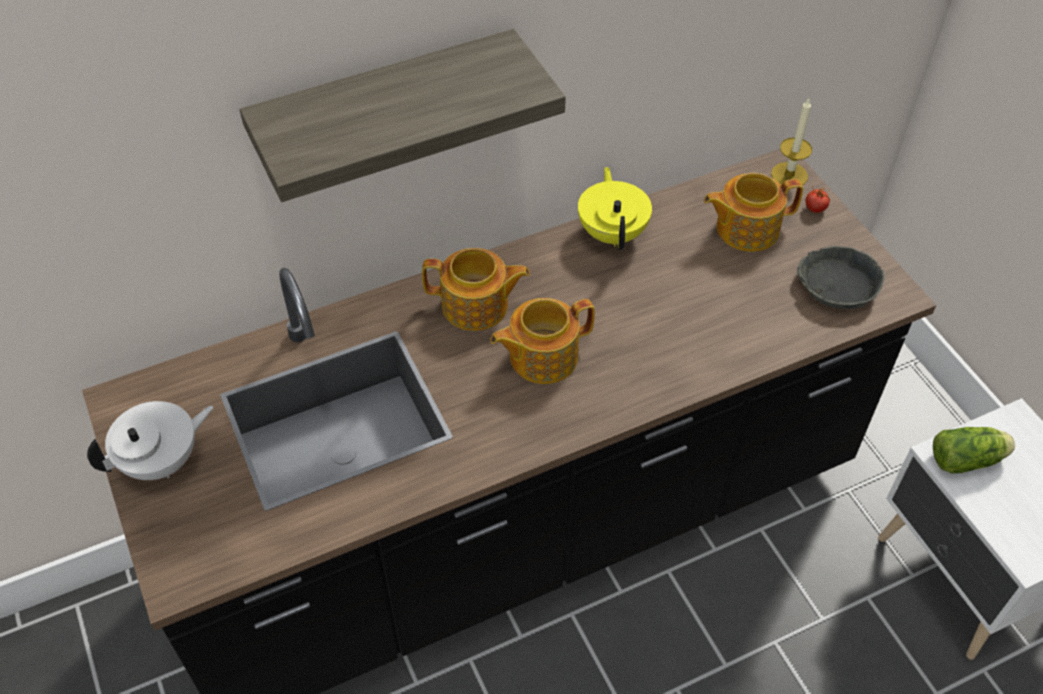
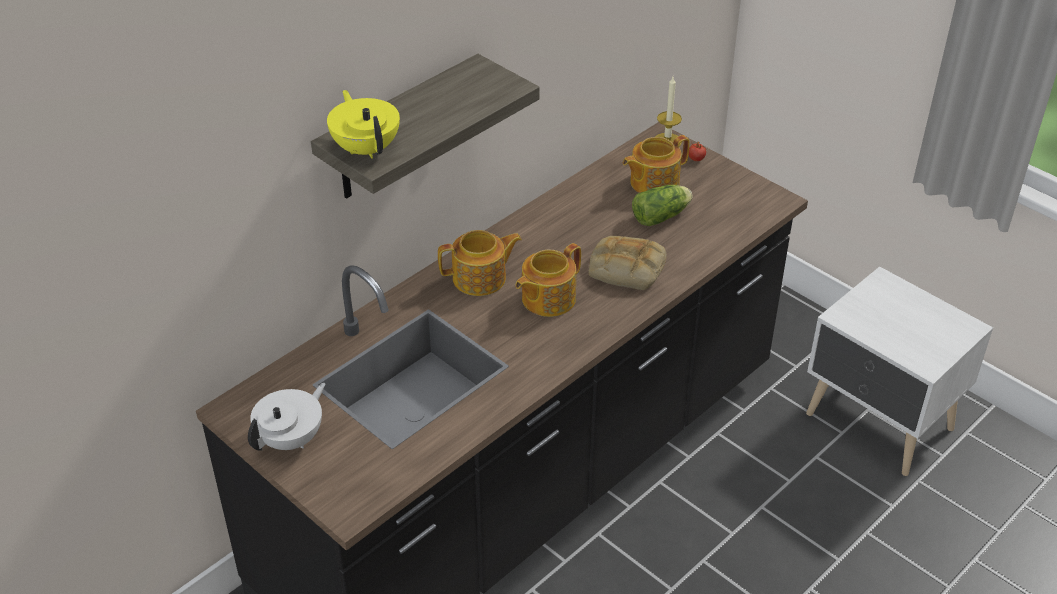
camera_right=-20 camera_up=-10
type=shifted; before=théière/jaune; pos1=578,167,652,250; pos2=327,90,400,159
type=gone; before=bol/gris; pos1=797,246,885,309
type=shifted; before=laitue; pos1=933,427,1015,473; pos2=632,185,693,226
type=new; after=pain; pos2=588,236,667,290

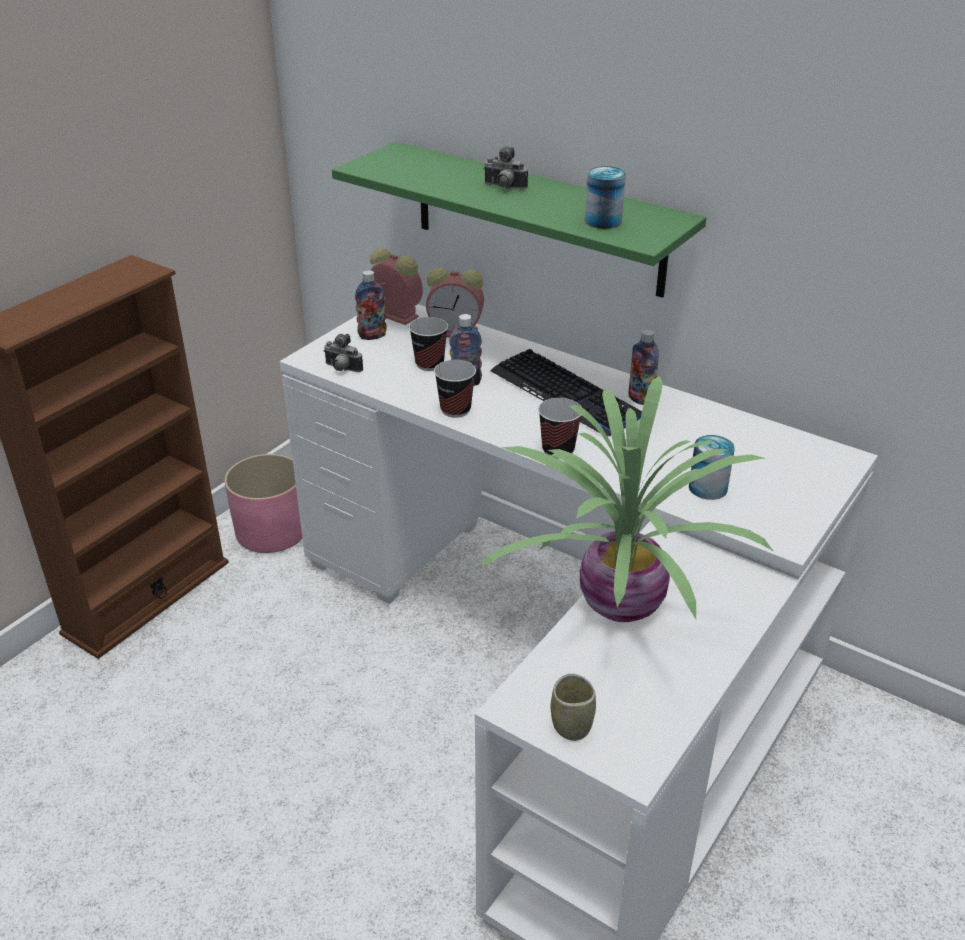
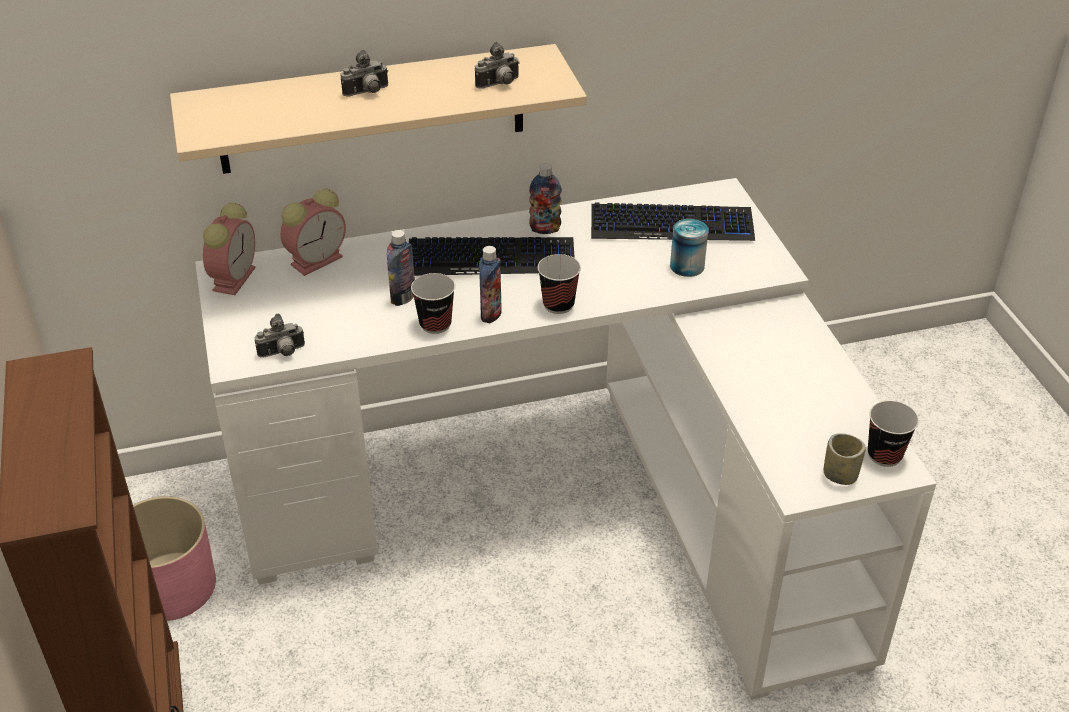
camera_right=-50 camera_up=5
type=repainted; before=étagère/vert; after=étagère/beige; pos1=332,142,706,298; pos2=170,44,587,174
type=shifted; before=bouteille; pos1=355,270,387,340; pos2=479,246,502,323
type=rotated; before=réveil; pos1=370,248,423,325; pos2=203,203,256,295; turn=120
type=shifted; before=tasse; pos1=409,317,448,371; pos2=868,401,919,467
type=gone; before=plante en pot; pos1=478,376,773,622
type=swapped; before=boîte métallique; after=appareil photo; pos1=584,166,626,229; pos2=475,42,520,89
type=new; after=clavier; pos2=591,203,755,241

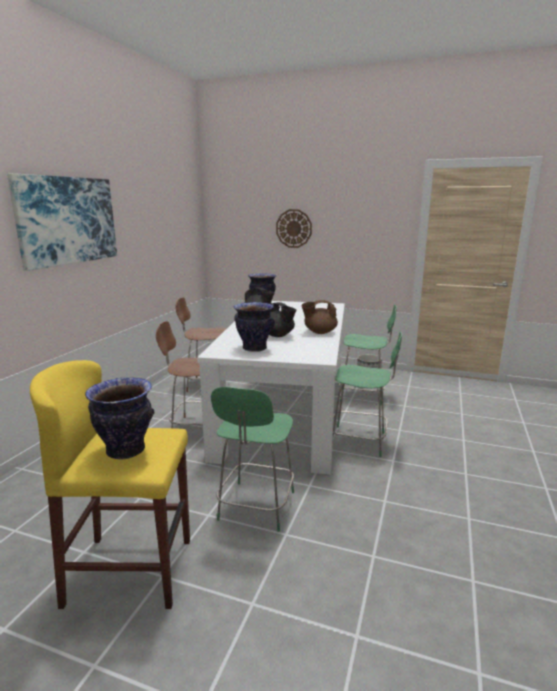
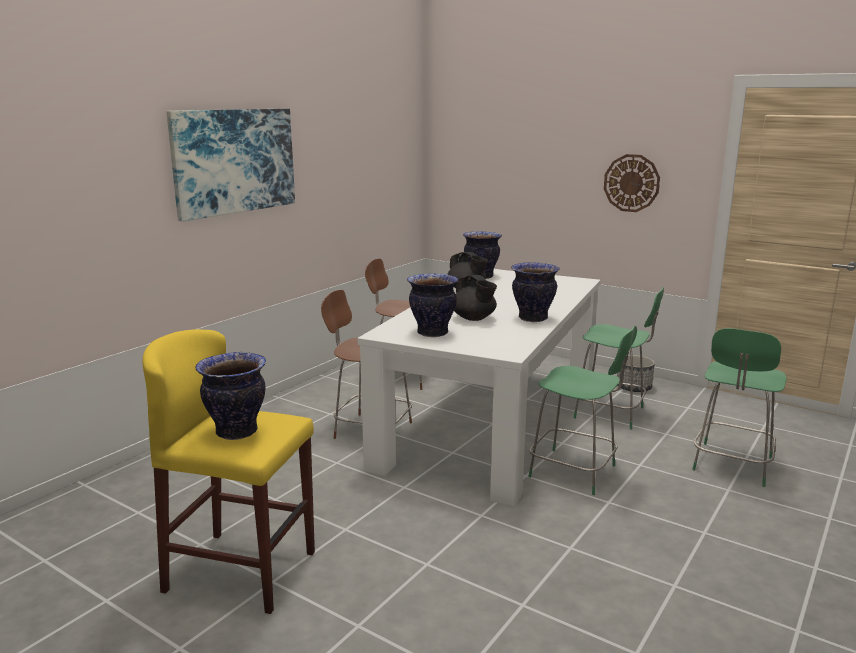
camera_right=15 camera_up=0
type=shifted; before=chaise/vert; pos1=211,387,294,532; pos2=692,328,787,487
type=shifted; before=horloge murale; pos1=276,209,312,248; pos2=604,154,660,212
type=swapped; before=théière/marron; after=vase; pos1=301,300,338,334; pos2=511,262,560,322

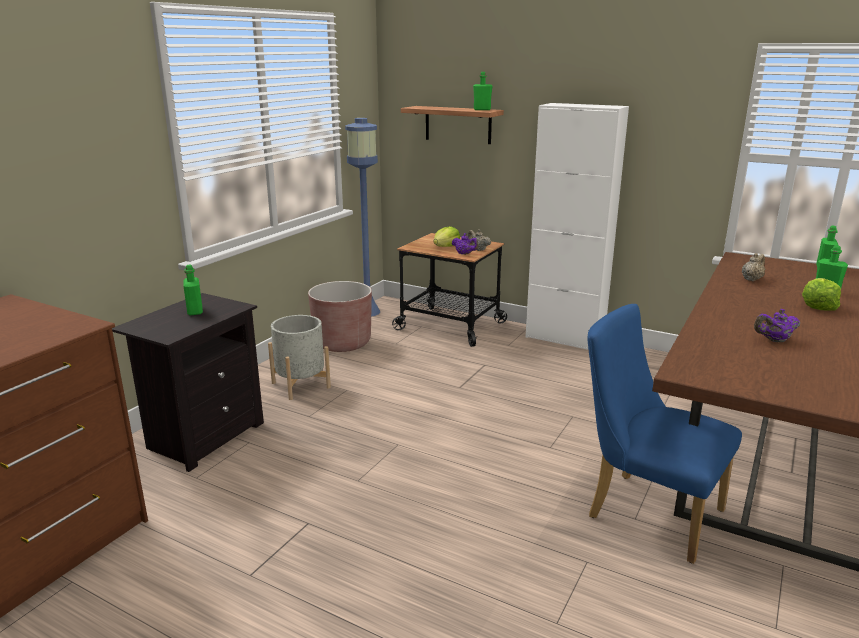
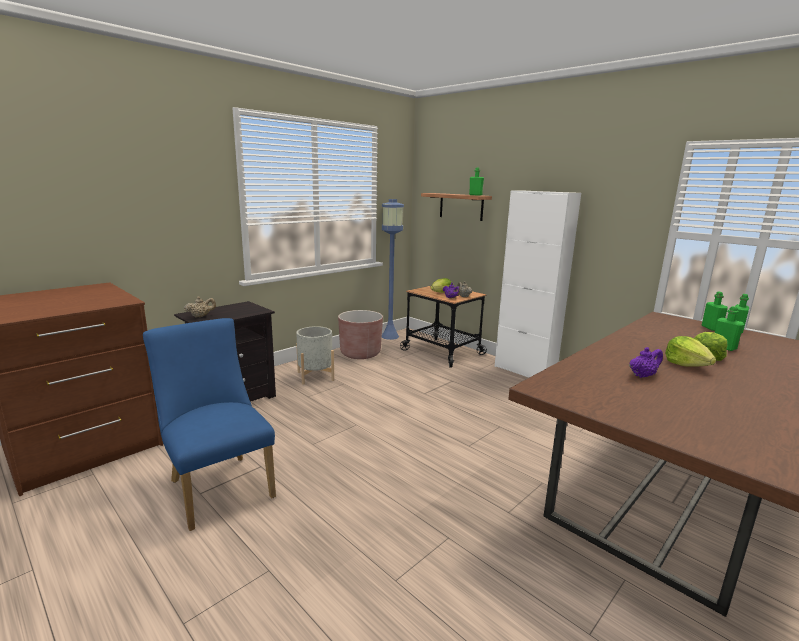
camera_right=15 camera_up=-5
type=shifted; before=bouteille/vert; pos1=183,265,203,315; pos2=702,292,728,331
type=shifted; before=chaise/bleu; pos1=588,304,742,564; pos2=143,318,276,531
type=shifted; before=théière/beige; pos1=742,253,765,281; pos2=184,296,216,317
type=rotated; before=théière/violet; pos1=754,309,800,342; pos2=629,347,663,378; turn=150
type=new; after=laitue; pos2=665,336,716,367

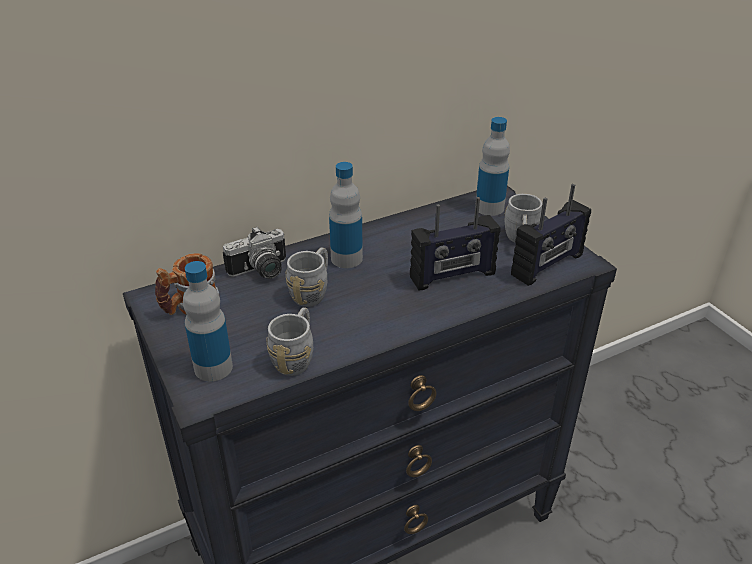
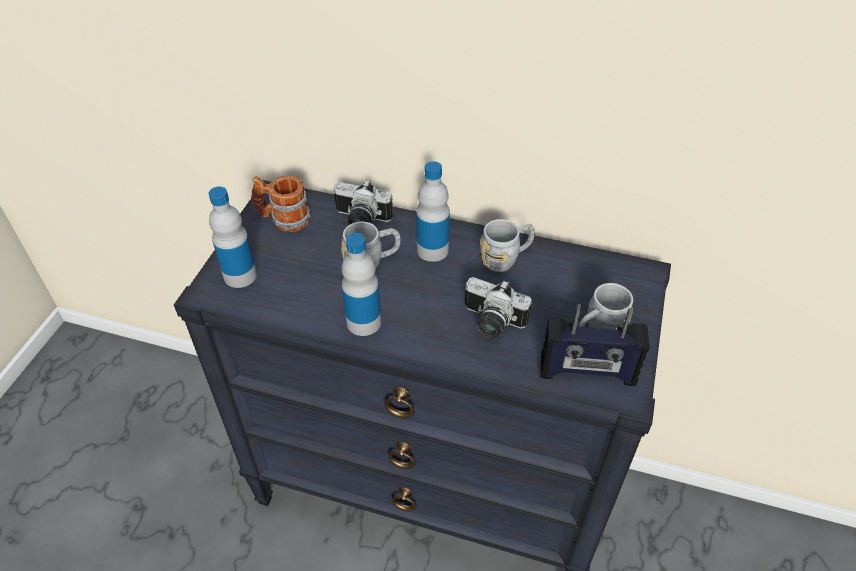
camera_right=45 camera_up=10
type=shifted; before=mug/gris; pos1=266,307,313,376; pos2=480,219,535,272
type=swapped; before=radio; after=appareil photo; pos1=410,197,501,290; pos2=465,277,532,338
type=shifted; before=bouteille; pos1=475,117,510,216; pos2=341,233,381,336

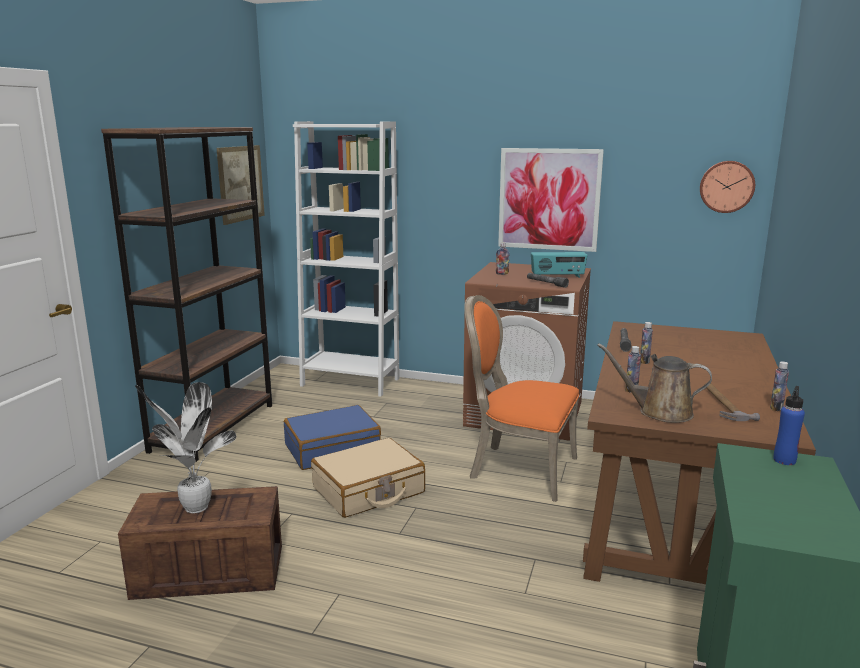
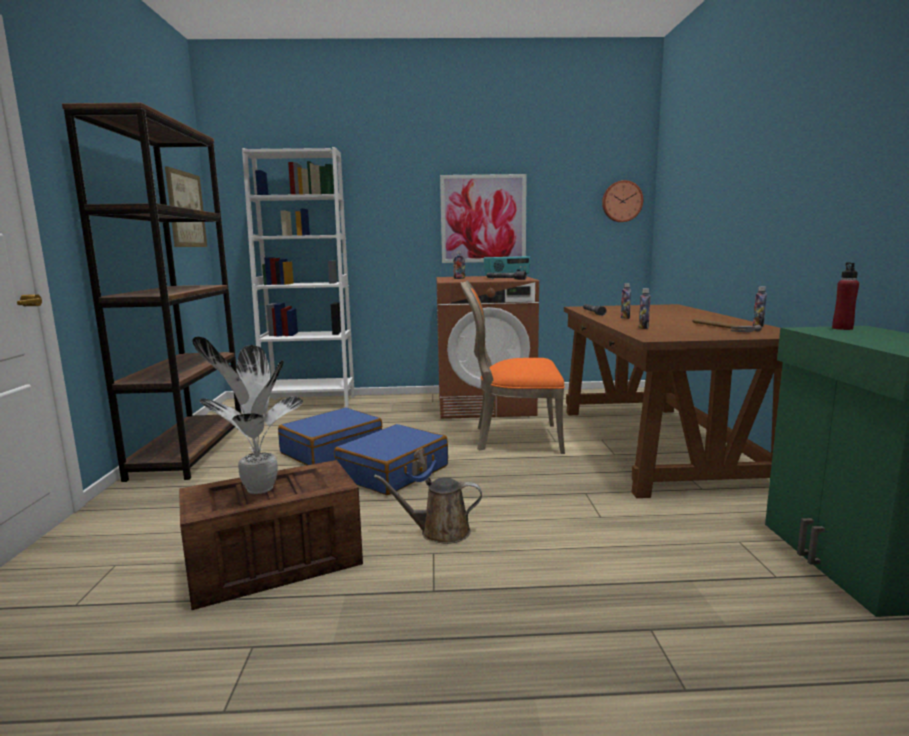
camera_right=-20 camera_up=-5
type=repainted; before=valise/beige; after=valise/bleu; pos1=311,438,425,518; pos2=334,424,448,495
type=shifted; before=arrosoir/marron; pos1=597,343,712,423; pos2=374,475,482,544
type=repainted; before=bouteille/bleu; after=bouteille/rouge; pos1=773,386,805,465; pos2=832,262,859,330

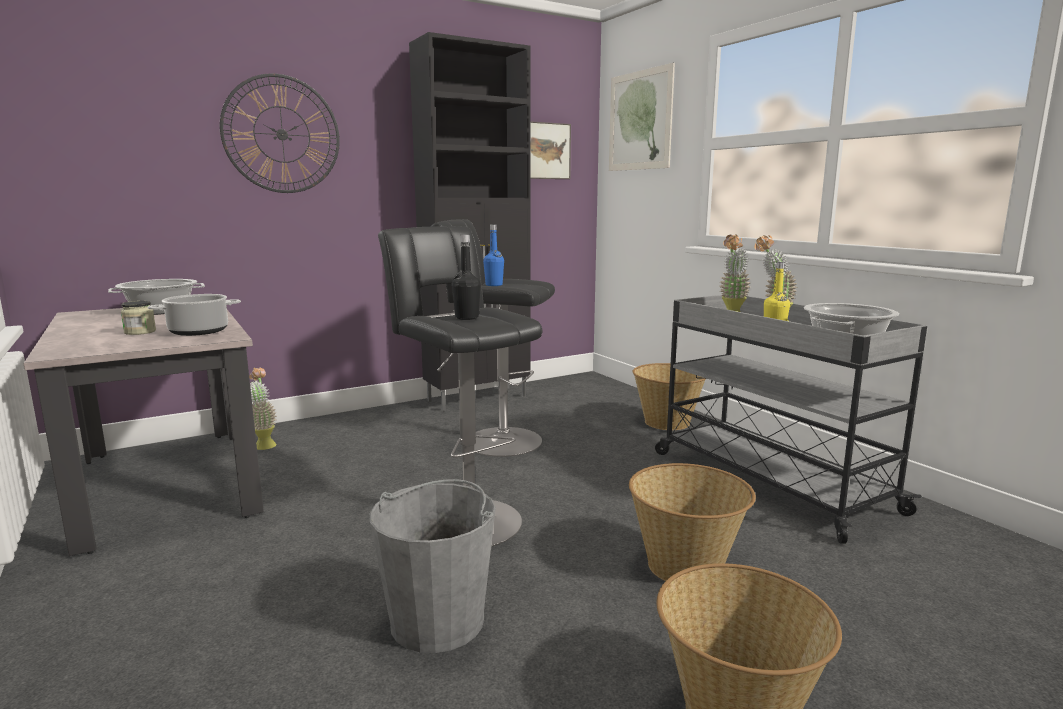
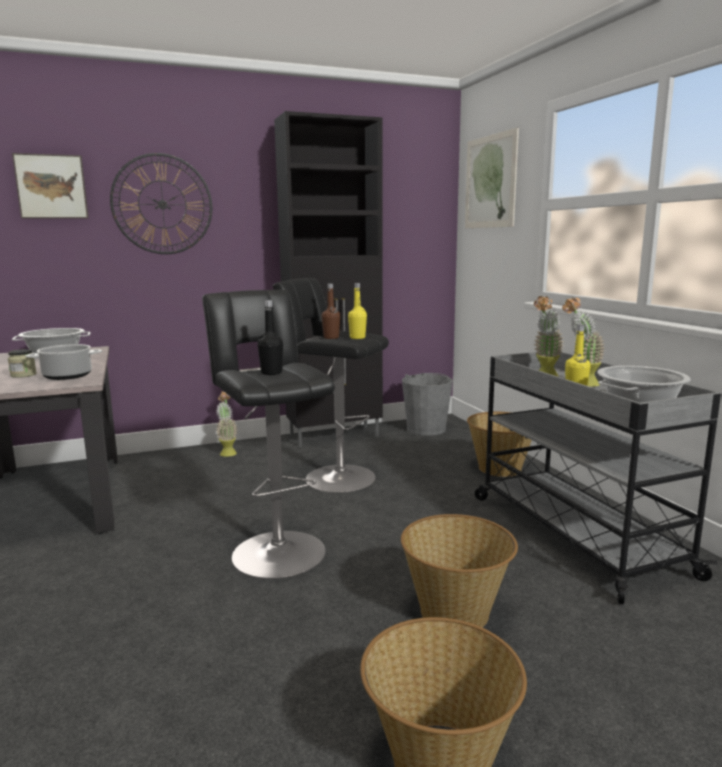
camera_right=10 camera_up=0
type=shifted; before=plante en pot; pos1=249,368,277,450; pos2=216,392,238,457
type=shifted; before=seau/gris; pos1=370,479,496,653; pos2=402,373,453,436
type=repainted; before=bouteille/bleu; after=bouteille/marron; pos1=483,224,504,286; pos2=322,283,340,339
type=shifted; before=tableau; pos1=530,121,571,179; pos2=12,153,89,219
type=new; after=bouteille/jaune; pos2=348,283,367,339

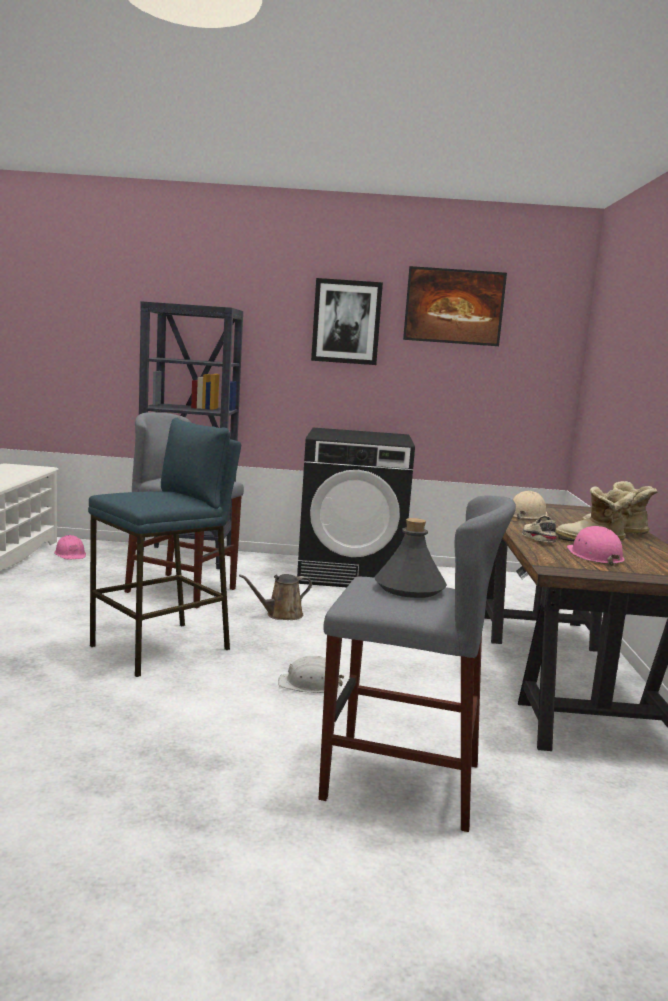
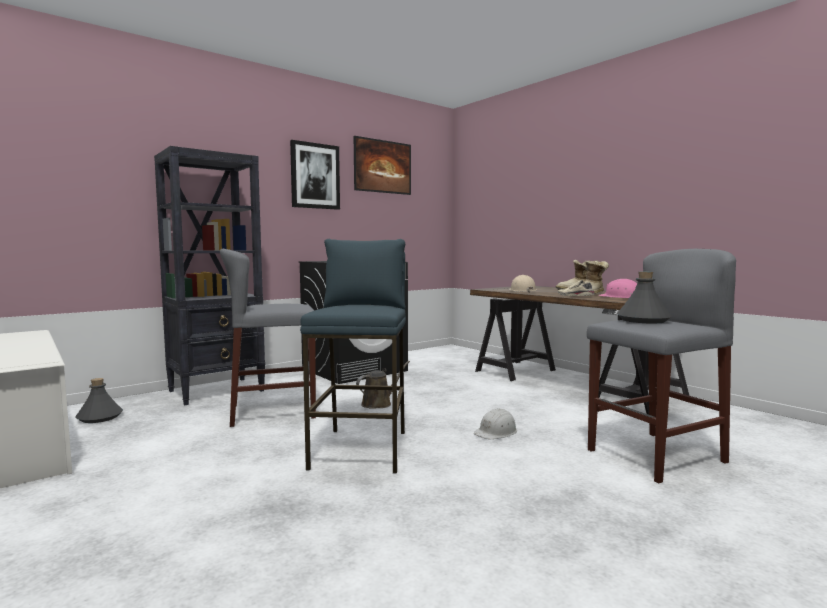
camera_right=-40 camera_up=-5
type=swapped; before=casque de chantier/rose; after=bouteille/gris; pos1=54,535,86,560; pos2=76,378,123,423
type=rotated; before=arrosoir/marron; pos1=239,574,312,620; pos2=356,361,410,409; turn=-150

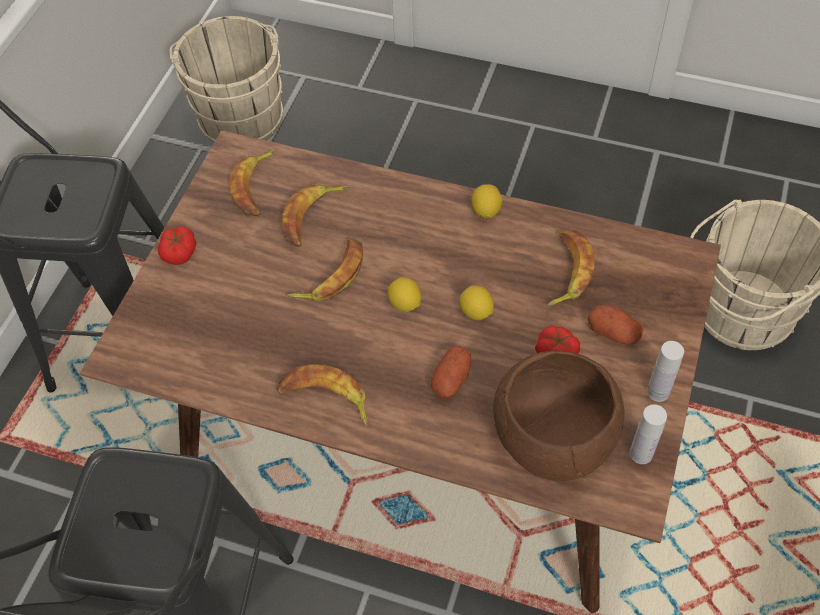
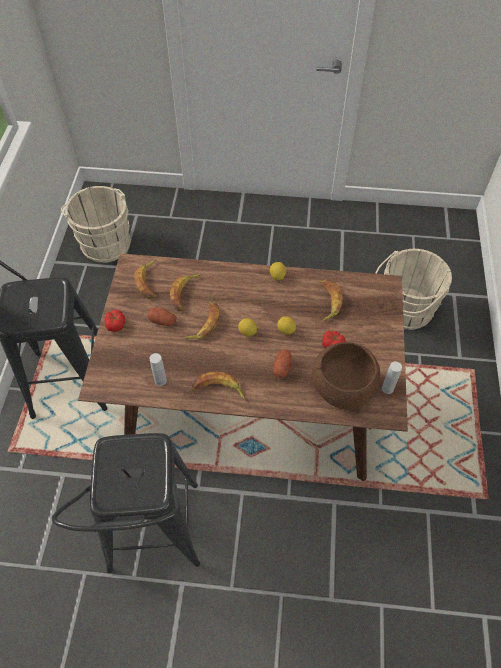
camera_right=-15 camera_up=0
type=shifted; before=pomme de terre; pos1=588,305,643,345; pos2=147,308,176,326
type=shifted; before=bouteille/blanc; pos1=647,341,684,402; pos2=150,353,167,386

